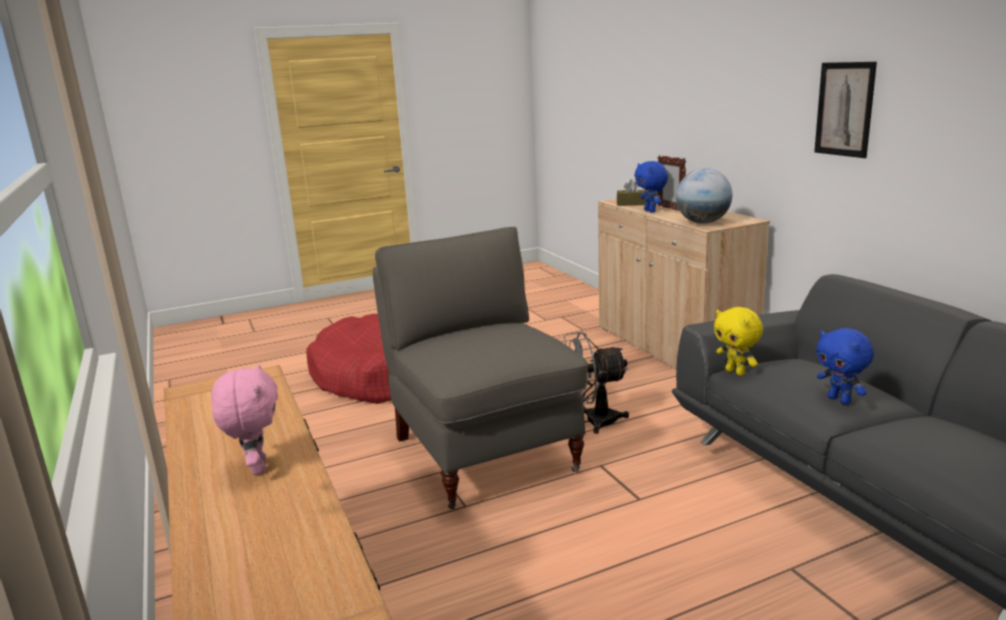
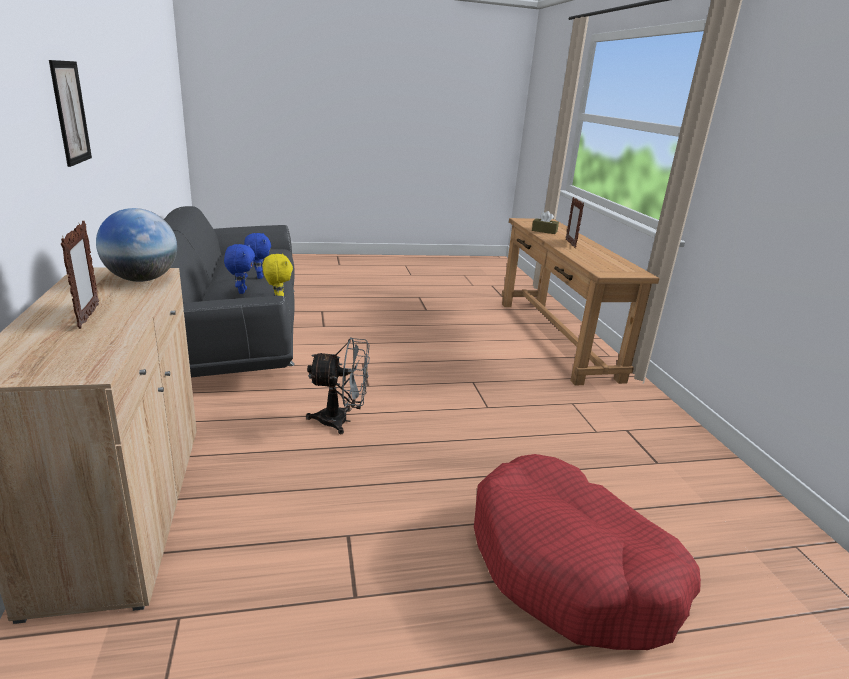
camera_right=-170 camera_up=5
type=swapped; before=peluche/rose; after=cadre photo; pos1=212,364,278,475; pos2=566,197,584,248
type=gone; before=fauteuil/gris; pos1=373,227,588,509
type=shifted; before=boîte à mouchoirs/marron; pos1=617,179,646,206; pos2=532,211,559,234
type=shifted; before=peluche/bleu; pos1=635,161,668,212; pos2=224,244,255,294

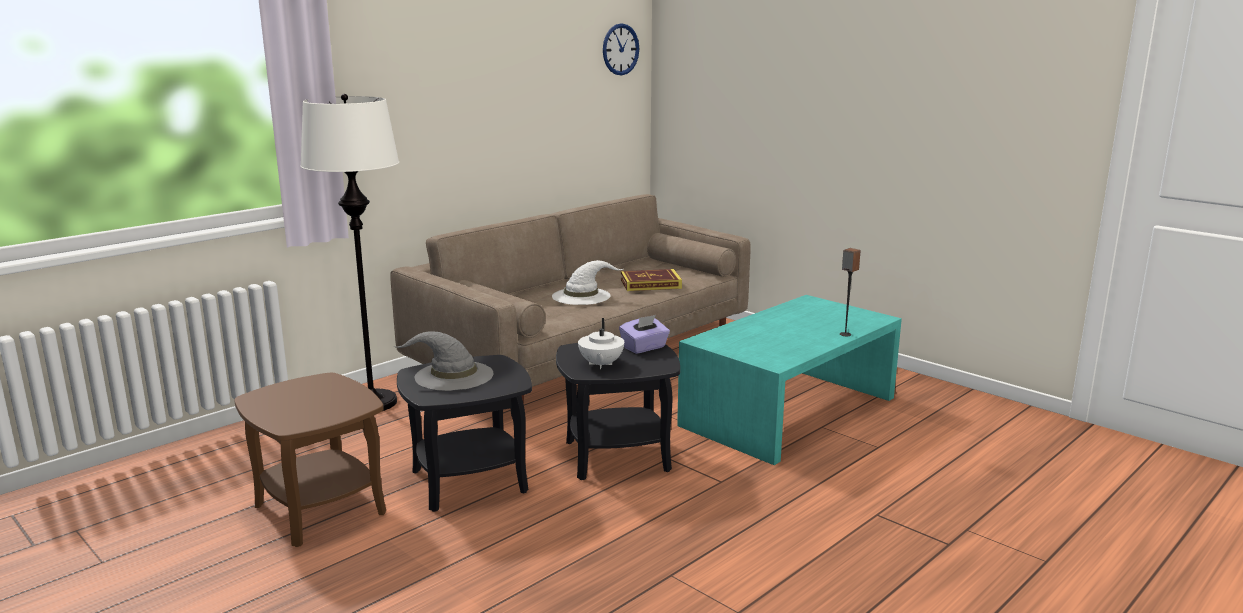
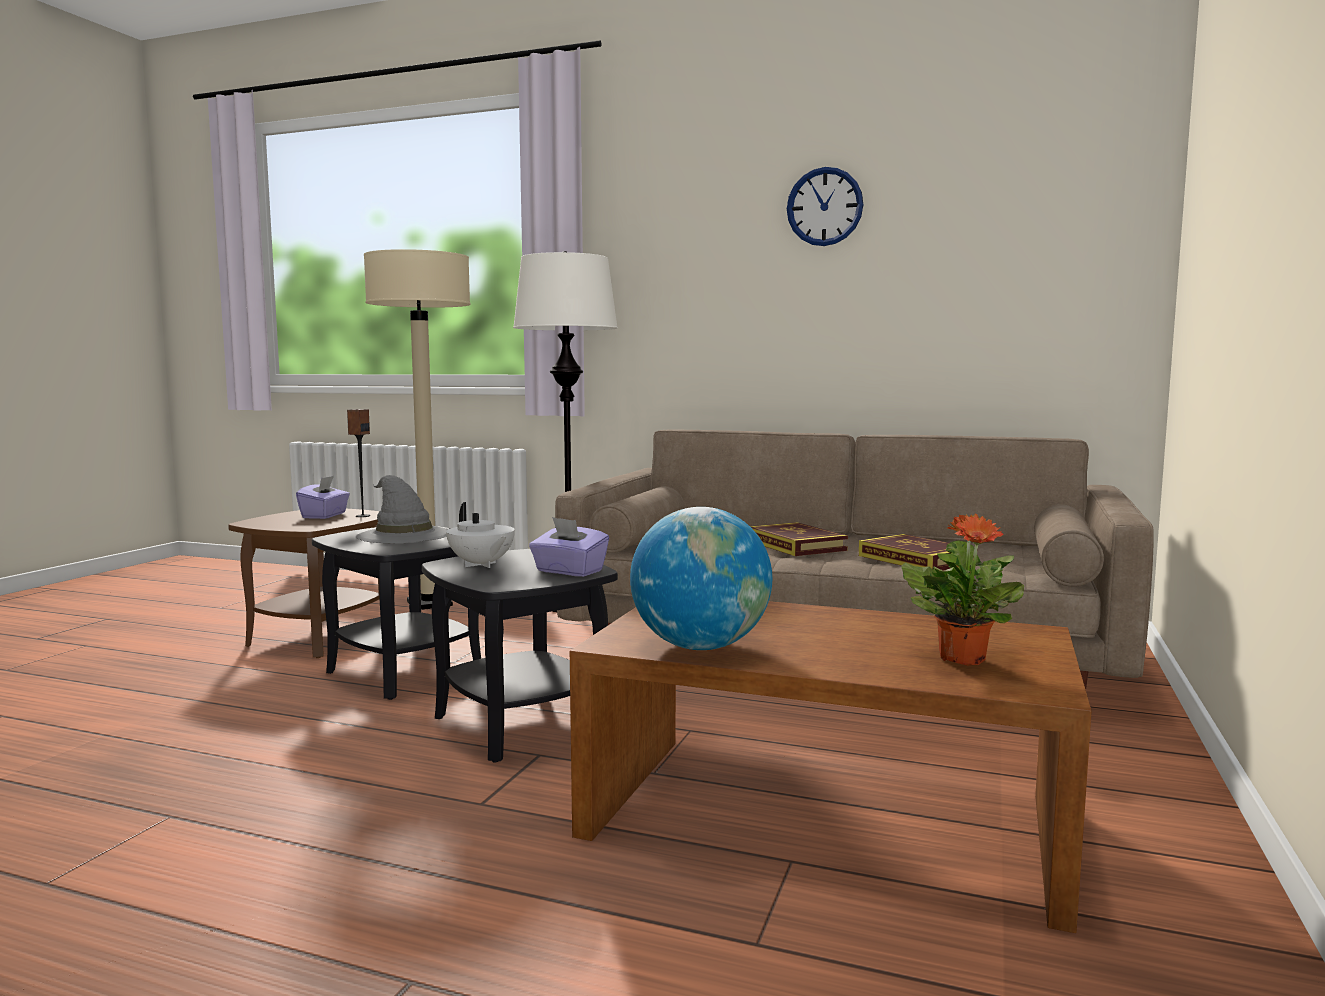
camera_right=65 camera_up=-10
type=swapped; before=chapeau/blanc; after=livre; pos1=552,260,623,305; pos2=750,522,848,556
type=rotated; before=théière/blanc; pos1=578,318,624,369; pos2=446,502,515,568; turn=-105
type=shifted; before=horloge murale; pos1=603,23,639,75; pos2=787,167,863,246
type=repainted; before=table basse/turquoise; after=table basse/marron; pos1=677,295,902,465; pos2=570,601,1092,933
type=shifted; before=enceinte; pos1=840,248,861,336; pos2=347,409,370,517
type=new; after=boîte à mouchoirs/violet; pos2=296,476,350,519
type=new; after=lampadaire/beige; pos2=364,249,471,610
type=new; after=globe; pos2=630,507,772,650
type=new; after=plante en pot; pos2=901,514,1024,666

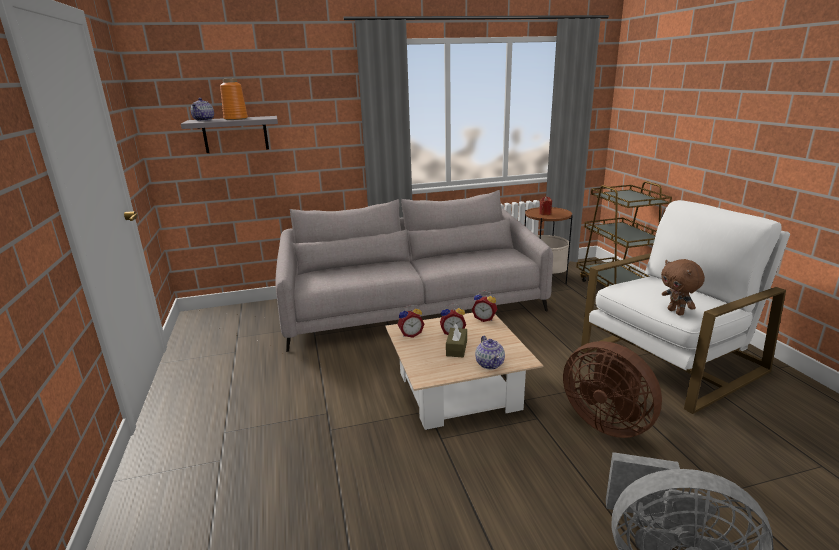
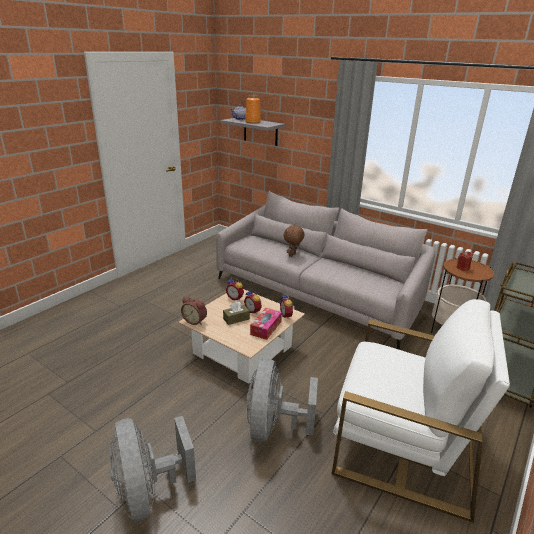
camera_right=50 camera_up=5
type=gone; before=théière; pos1=475,336,505,369
type=repainted; before=ventilateur/marron; after=ventilateur/gris; pos1=563,341,662,438; pos2=247,359,318,442
type=shifted; before=peluche/marron; pos1=661,259,705,316; pos2=284,224,305,257
type=new; after=réveil; pos2=181,296,207,325
type=new; after=boîte à mouchoirs; pos2=250,308,282,340

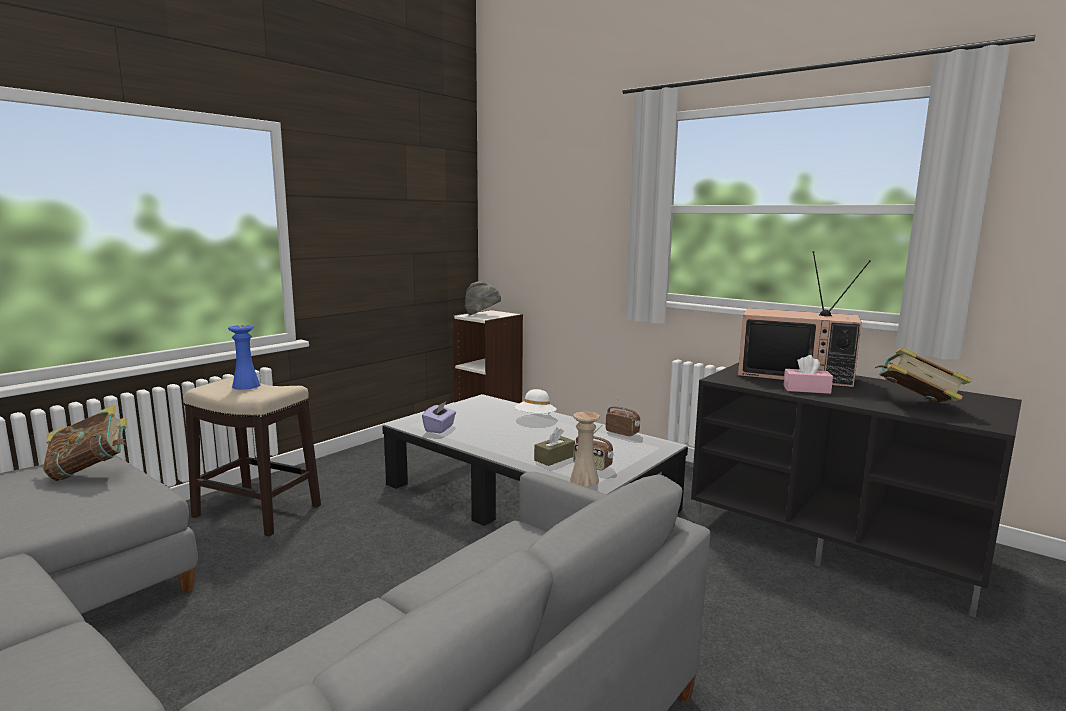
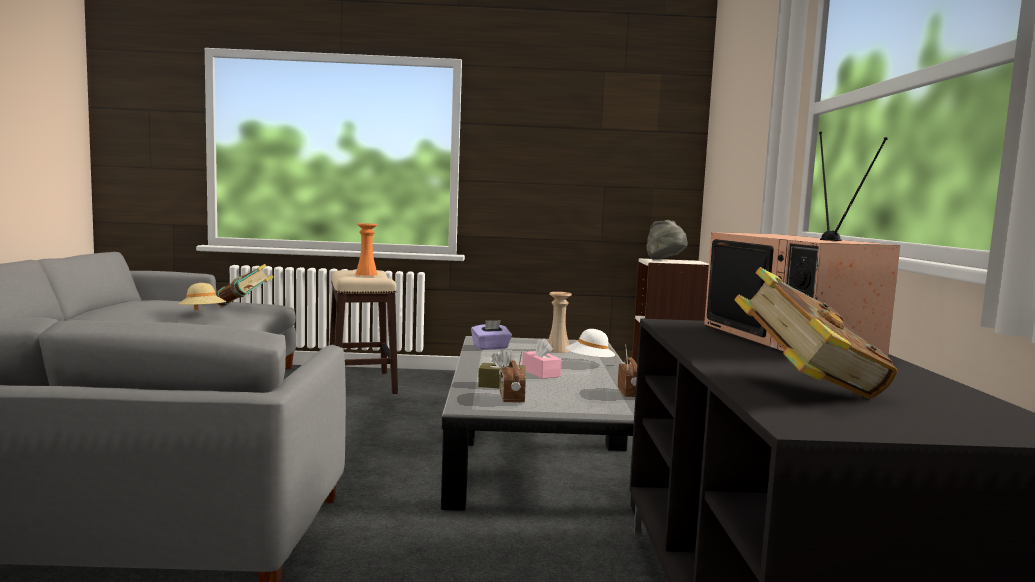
camera_right=50 camera_up=-5
type=repainted; before=vase/bleu; after=vase/orange; pos1=228,325,260,390; pos2=356,223,378,276
type=shifted; before=vase/beige; pos1=570,412,600,487; pos2=548,292,572,353
type=shifted; before=boîte à mouchoirs/rose; pos1=783,355,833,394; pos2=522,338,562,379
type=new; after=chapeau/beige; pos2=178,283,226,311

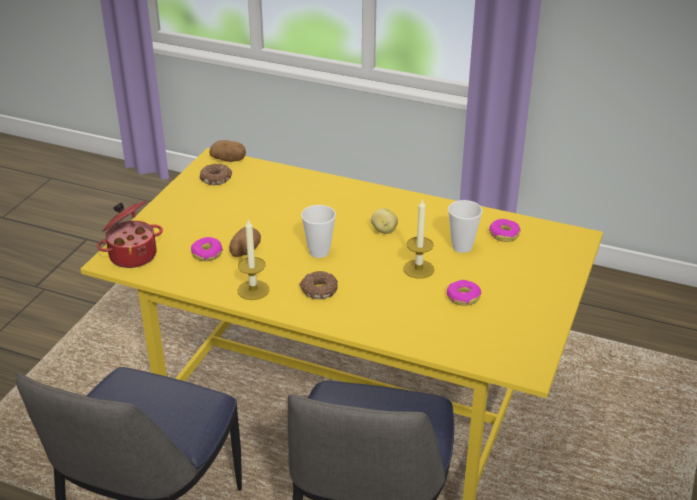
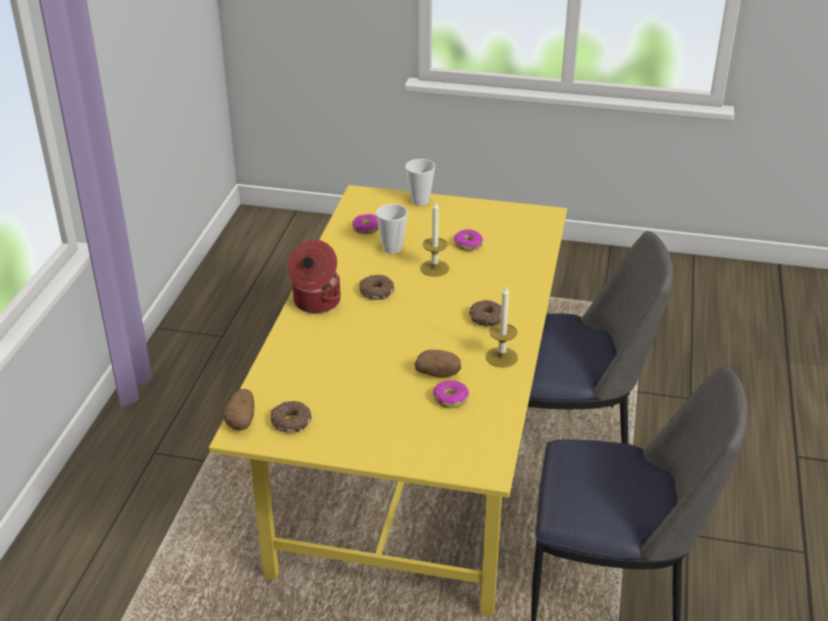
camera_right=-100 camera_up=0
type=shifted; before=marmite; pos1=97,200,163,268; pos2=287,240,341,313
type=shifted; before=tasse; pos1=301,205,336,258; pos2=405,159,435,206
type=swapped; before=pomme de terre; after=beignet; pos1=371,208,398,234; pos2=359,275,394,300

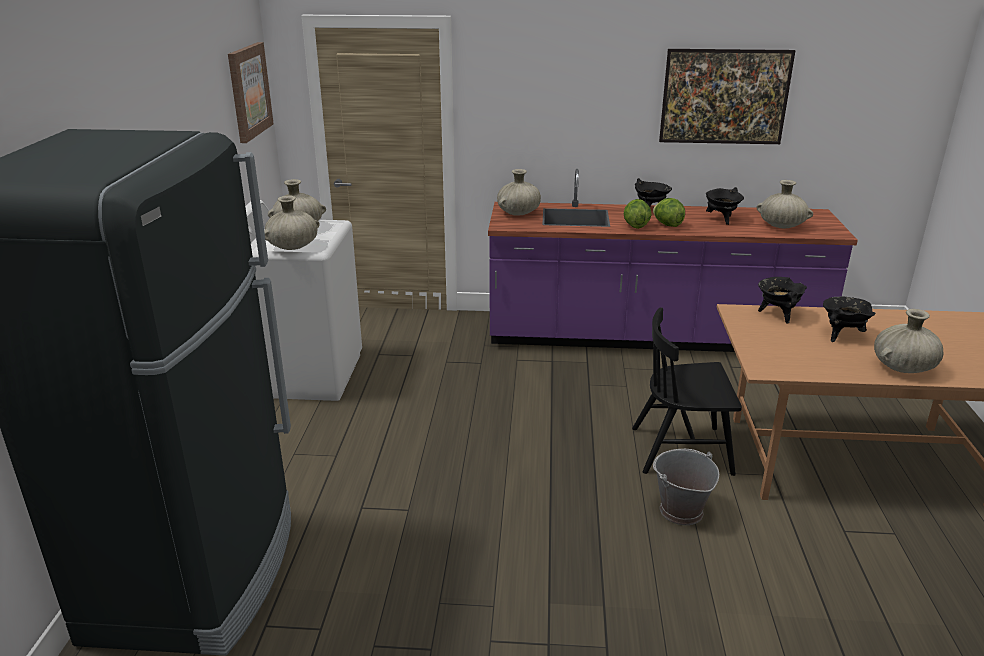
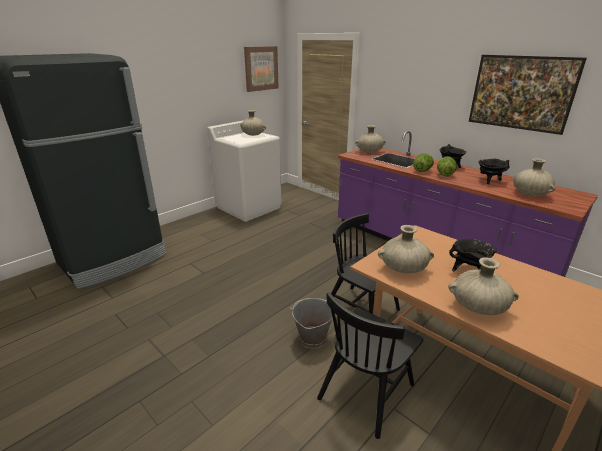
camera_right=40 camera_up=0
type=shifted; before=vase/beige; pos1=264,196,320,250; pos2=378,225,434,274
type=gone; before=marmite/noir; pos1=758,277,807,324
type=new; after=chaise/noir; pos2=317,292,424,439

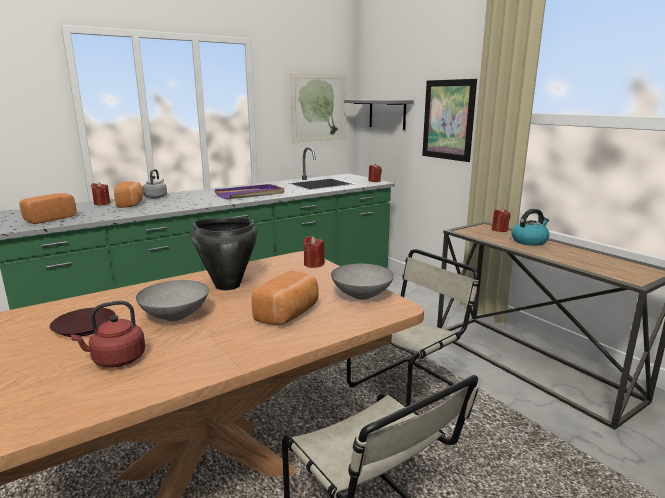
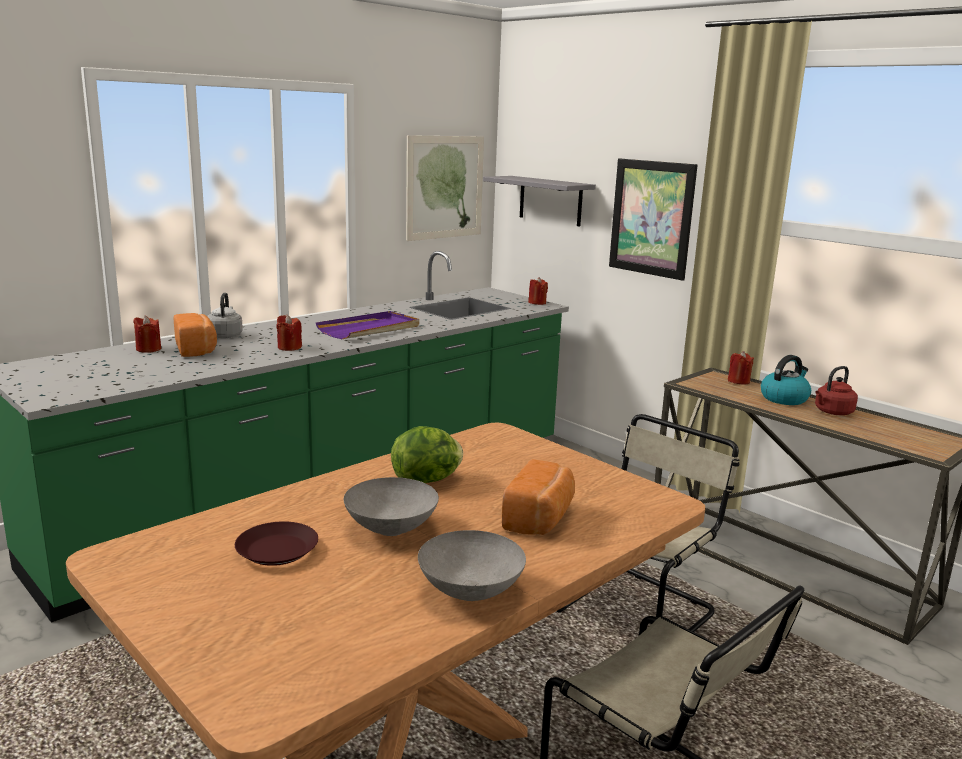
camera_right=-10 camera_up=0
type=gone; before=pain; pos1=19,193,77,224
type=shifted; before=bouilloire/rouge; pos1=71,301,145,368; pos2=815,366,858,415
type=swapped; before=marmite/noir; after=laitue; pos1=191,217,258,290; pos2=391,426,463,483
type=shifted; before=bougie/rouge; pos1=303,236,325,268; pos2=277,315,302,351
type=shifted; before=bol/gris; pos1=331,264,394,300; pos2=418,530,526,601

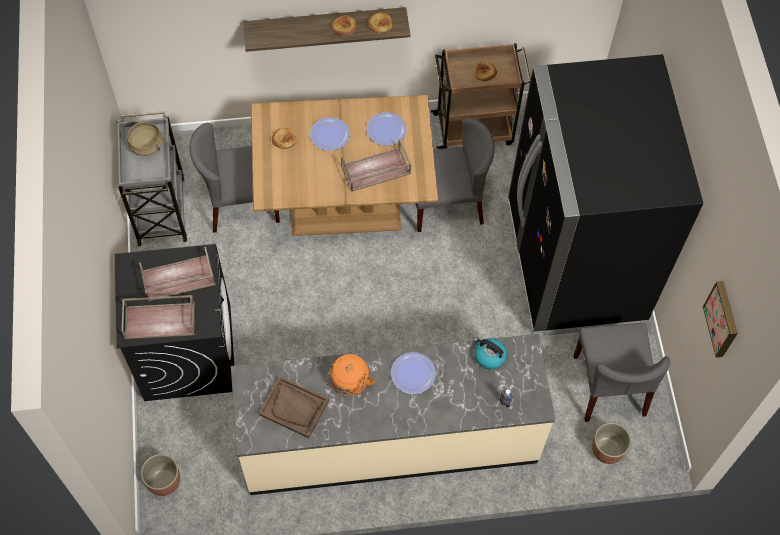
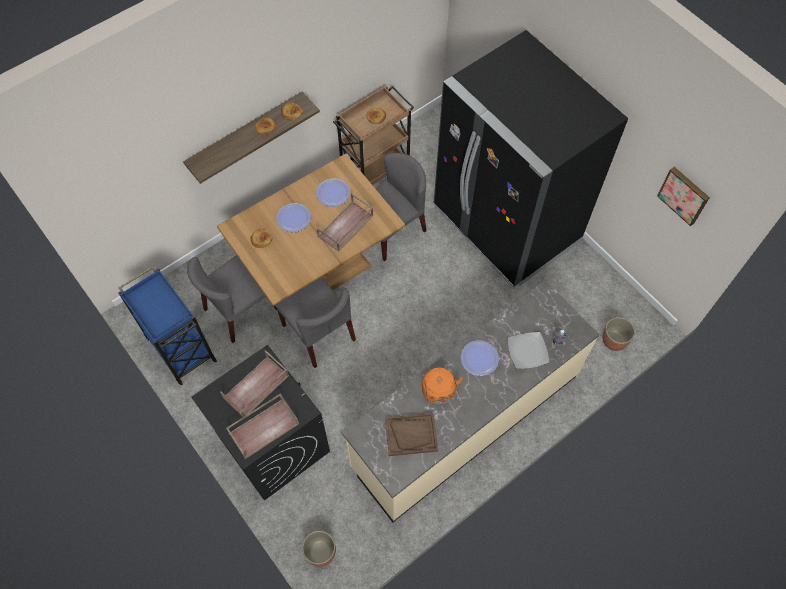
camera_right=-30 camera_up=0
type=repainted; before=chariot/gris; after=chariot/bleu; pos1=117,111,187,247; pos2=118,266,217,386
type=gone; before=marmite/beige; pos1=127,122,163,156
type=gone; before=bouilloire; pos1=473,337,507,369
type=shifted; before=chaise/gris; pos1=574,323,670,422; pos2=275,277,356,368
type=new; after=assiette; pos2=507,332,549,369

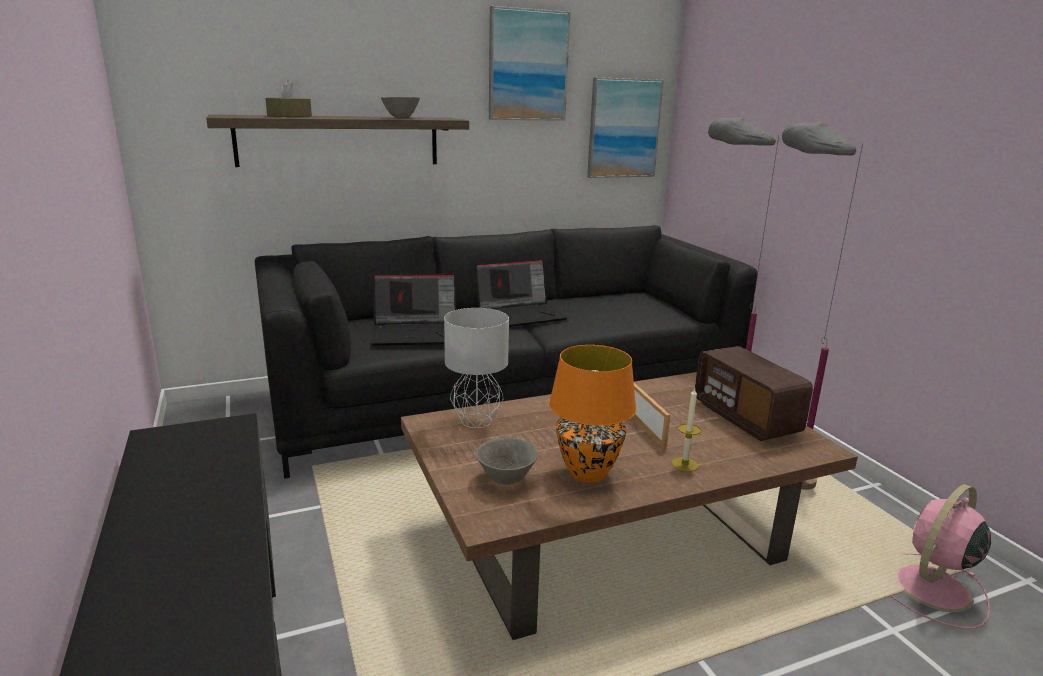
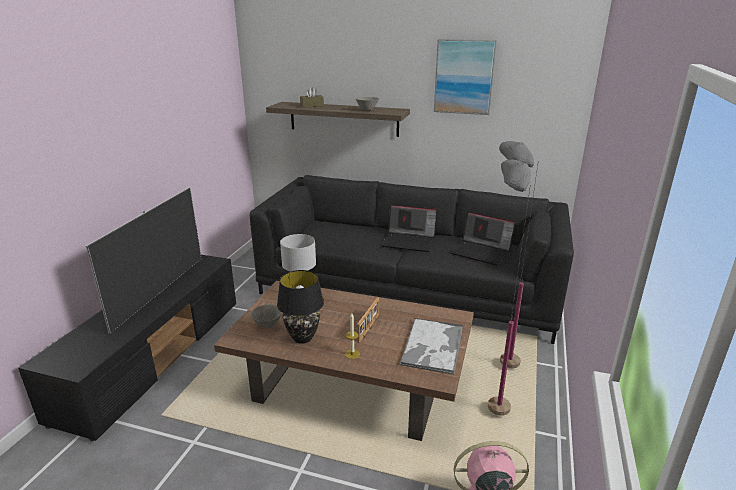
camera_right=40 camera_up=5
type=shifted; before=ordinateur portable; pos1=370,273,456,346; pos2=450,211,516,266
type=repainted; before=lampe de table/orange; after=lampe de table/noir; pos1=549,345,637,483; pos2=277,270,324,344
type=gone; before=tableau; pos1=587,77,664,178
type=swapped; before=radio; after=plateau; pos1=695,346,813,441; pos2=400,318,463,375
type=new; after=téléviseur; pos2=86,188,201,334

